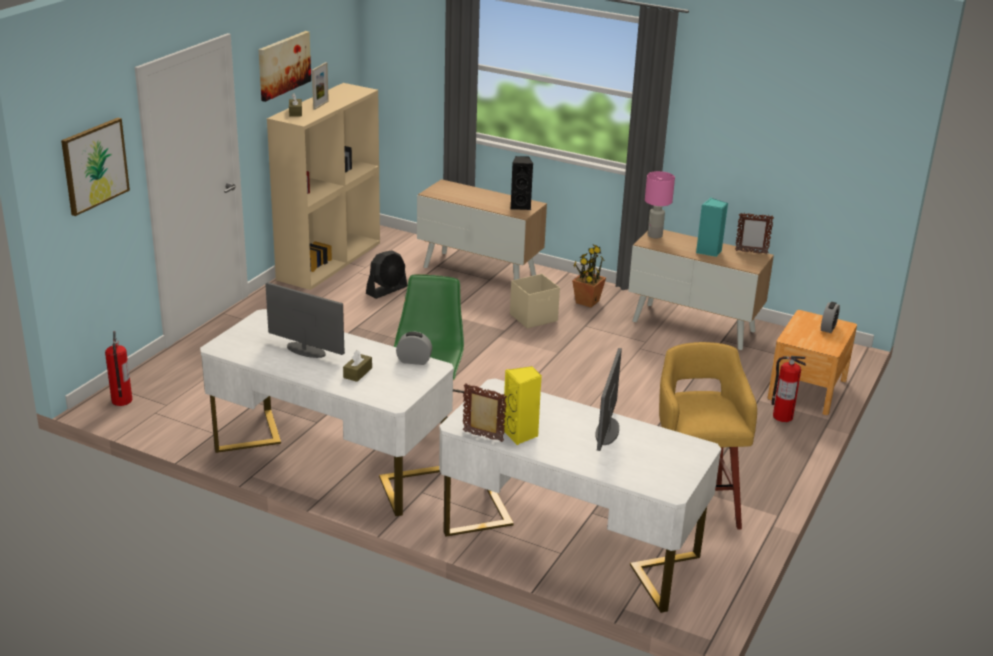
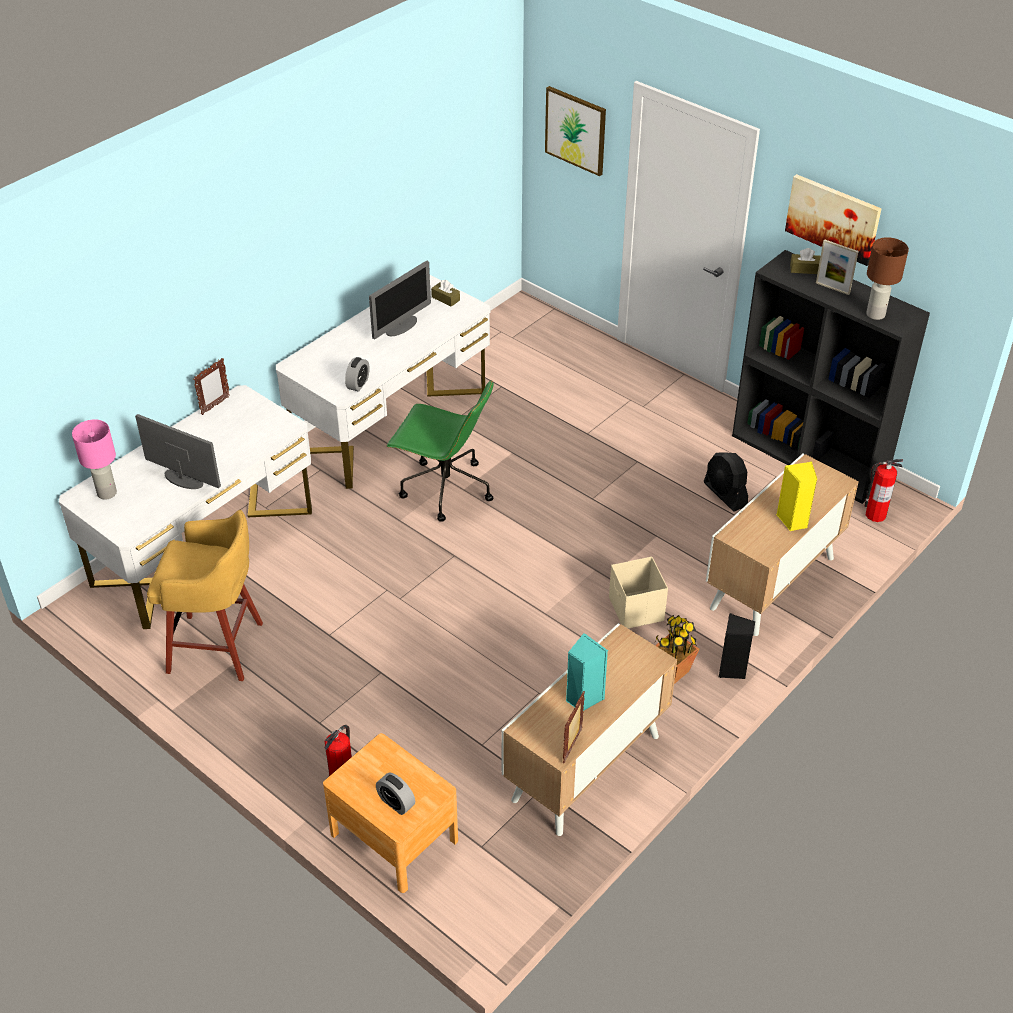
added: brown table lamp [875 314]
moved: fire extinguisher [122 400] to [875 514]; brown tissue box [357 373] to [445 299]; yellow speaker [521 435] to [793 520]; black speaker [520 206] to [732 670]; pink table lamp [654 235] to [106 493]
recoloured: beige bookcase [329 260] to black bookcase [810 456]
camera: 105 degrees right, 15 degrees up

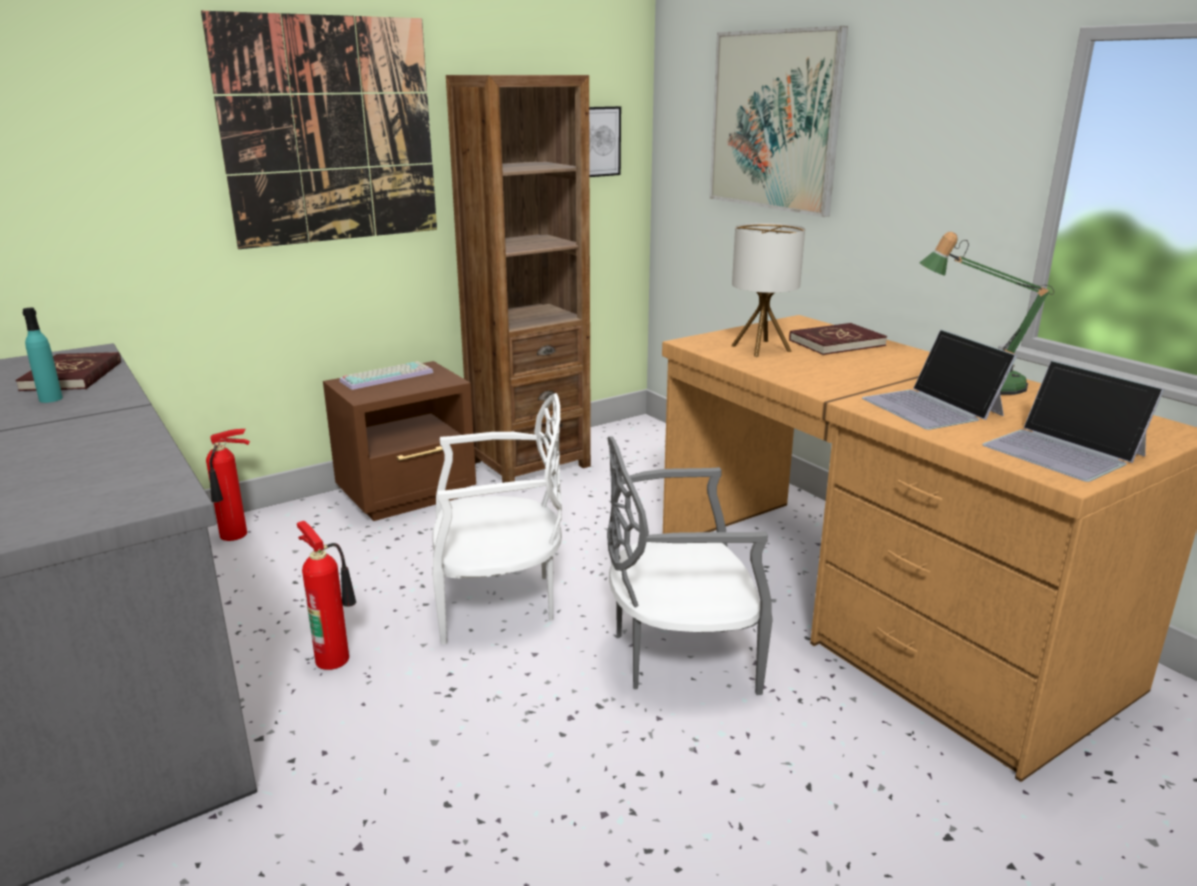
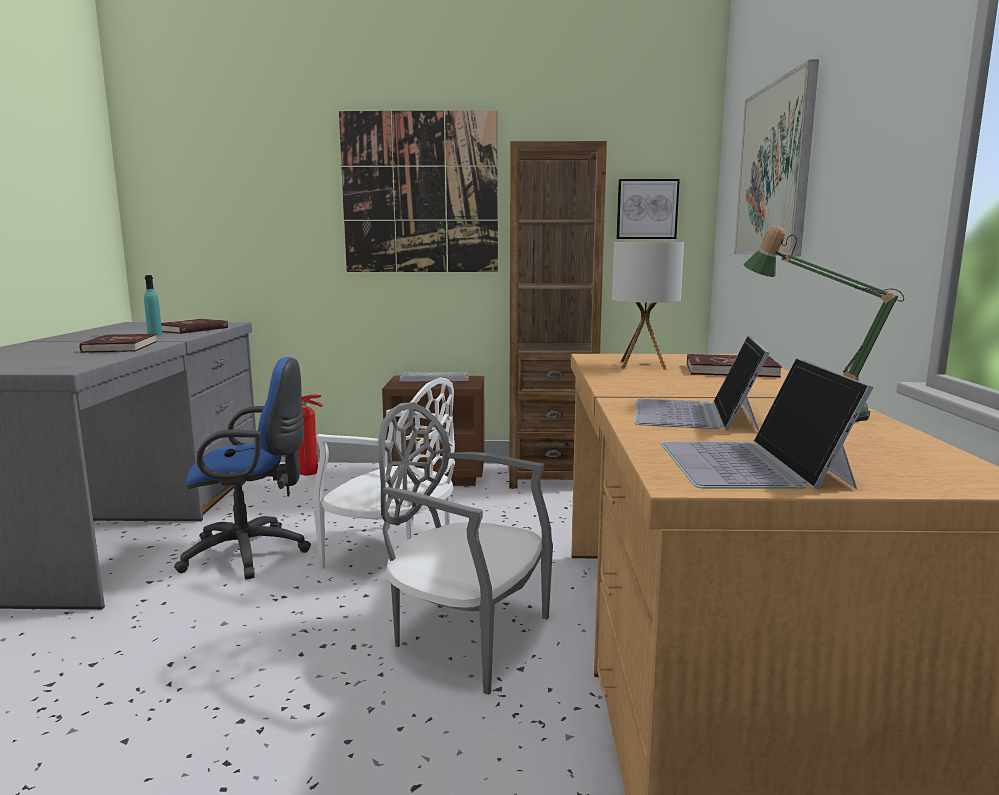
added: red book [120 347]
replaced: fire extinguisher [334 657] to blue office chair [252 553]
camera: 35 degrees right, 10 degrees down

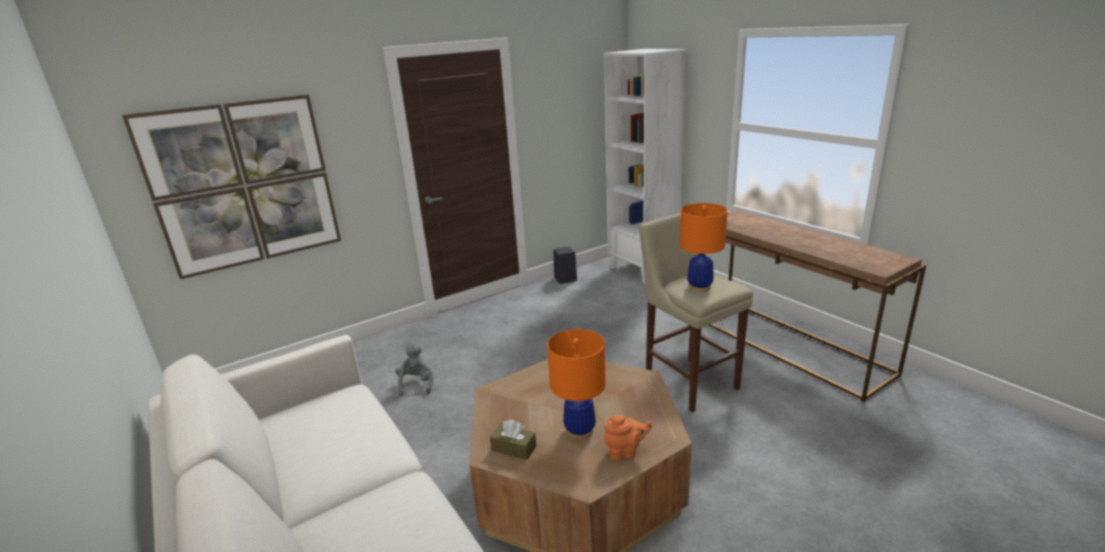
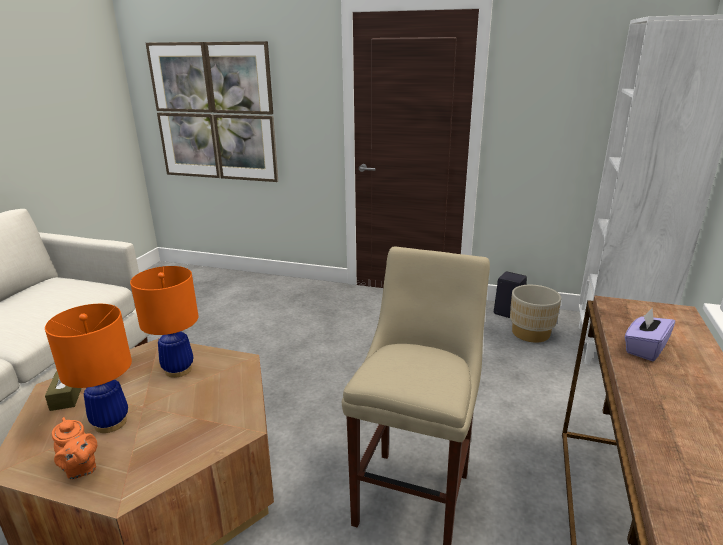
removed: grey plush toy [416 384]
added: beige planter [530 333]; purple tissue box [644 349]
moved: orange table lamp [699 287] to [178 369]
camera: 50 degrees right, 0 degrees up

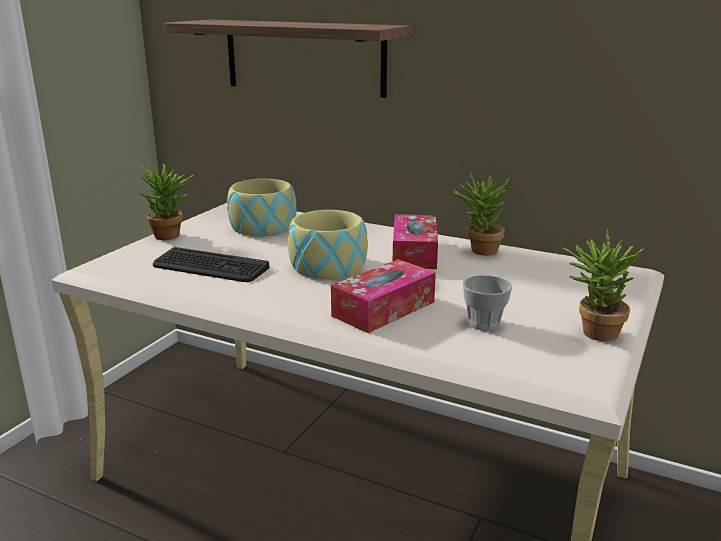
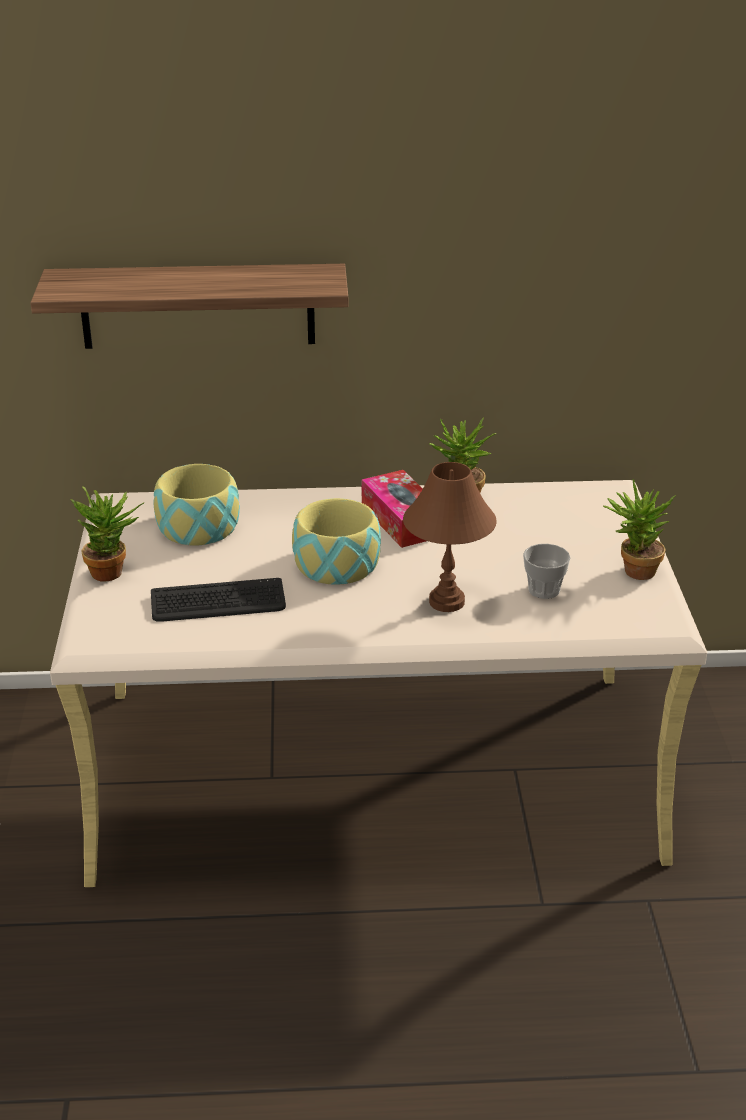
replaced: tissue box [383 309] to brown table lamp [446 601]
camera: 30 degrees left, 10 degrees up

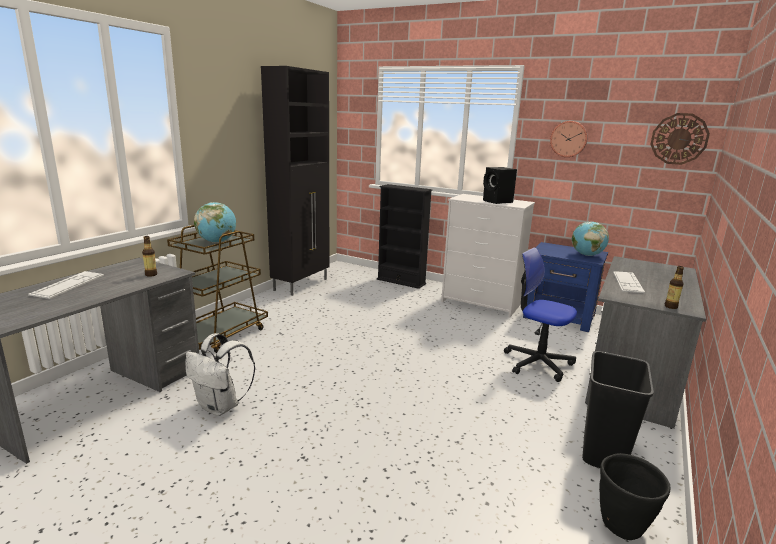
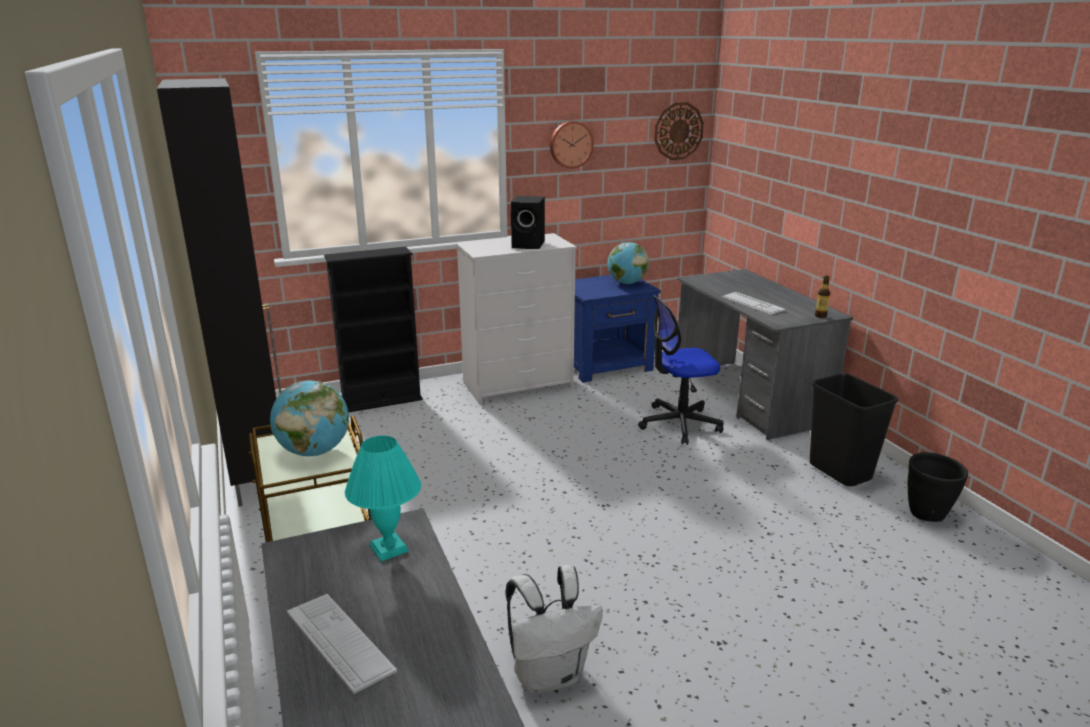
replaced: bottle [151 274] to turquoise table lamp [388 548]
camera: 50 degrees left, 5 degrees up

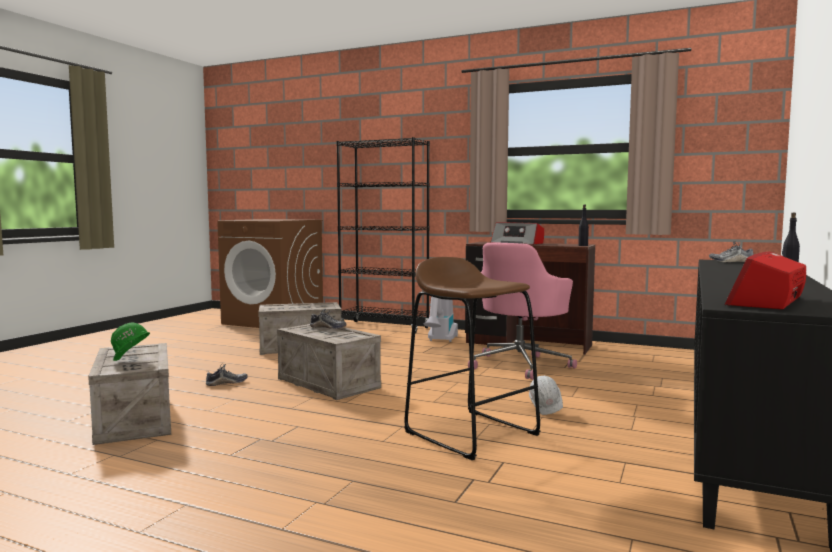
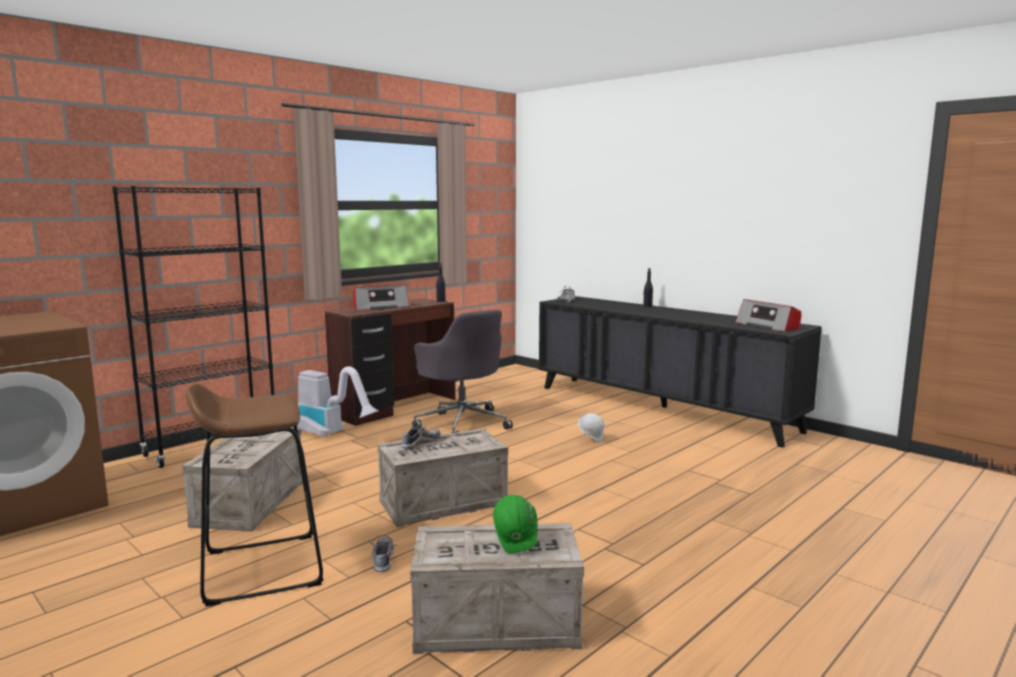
moved: brown stool [471 433] to [262 568]
recoloured: pink office chair [520 365] to grey office chair [462 423]
camera: 70 degrees left, 5 degrees up

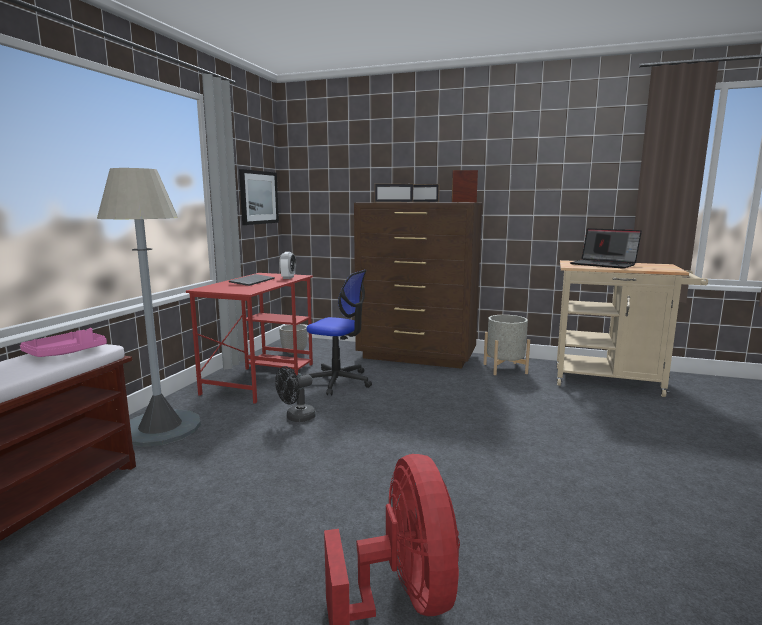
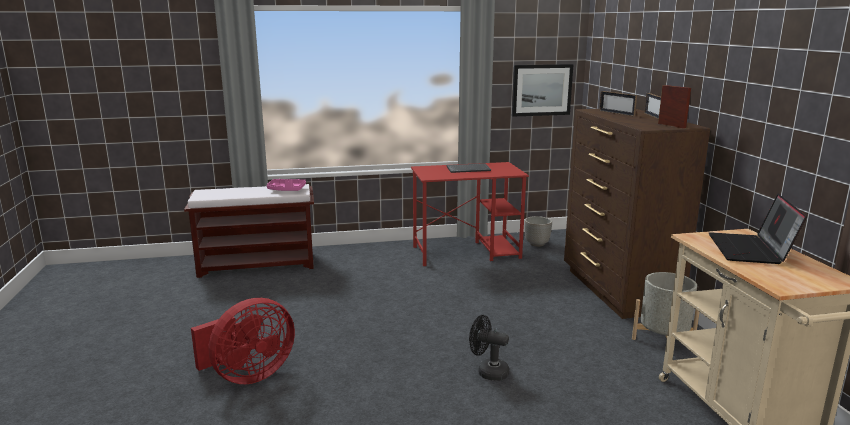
removed: grey floor lamp [160 428]; alarm clock [288 278]; office chair [338 382]
moved: black fan [296 418] to [488 372]
camera: 60 degrees right, 5 degrees up

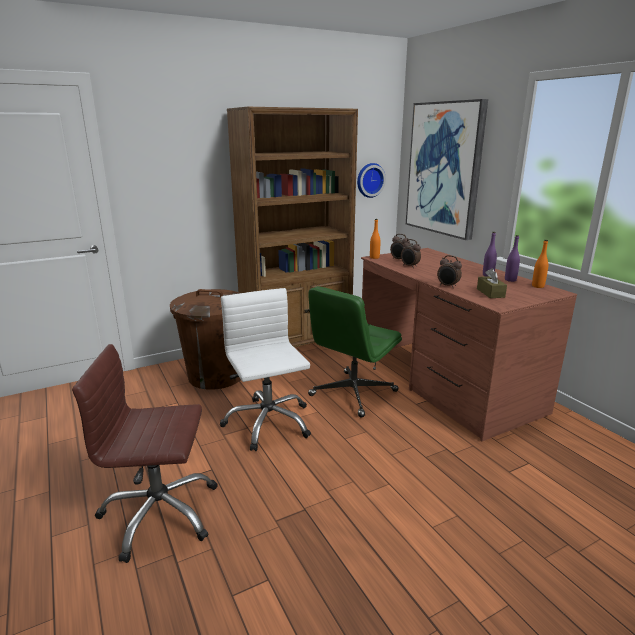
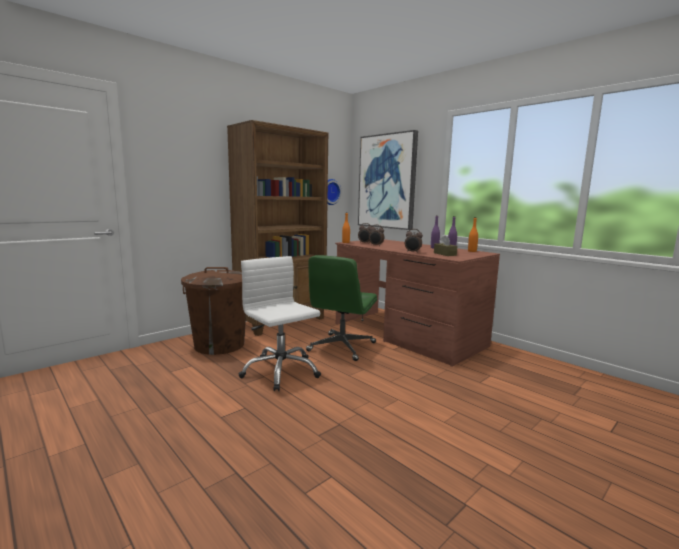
removed: brown office chair [159 514]
camera: 15 degrees left, 10 degrees down

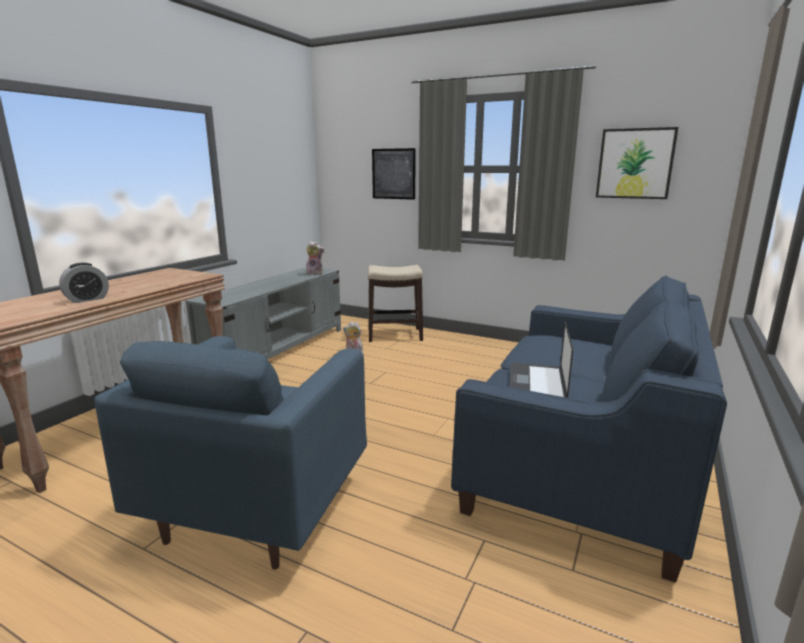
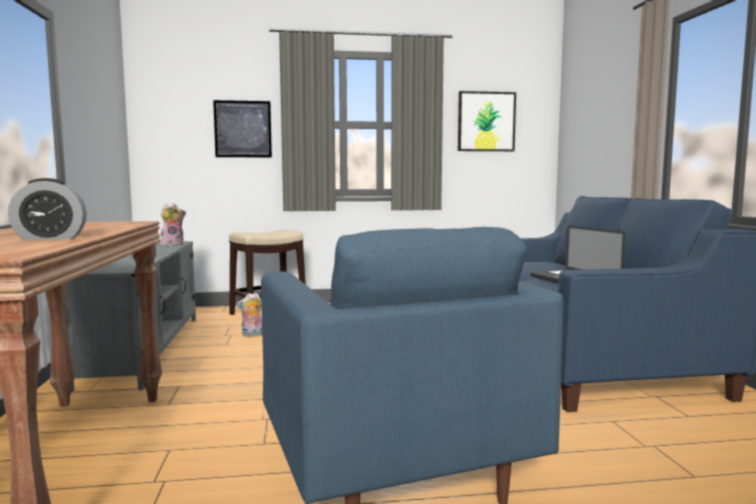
turned: alarm clock [87 299] = [50 238] 60 degrees clockwise
camera: 35 degrees left, 10 degrees down

